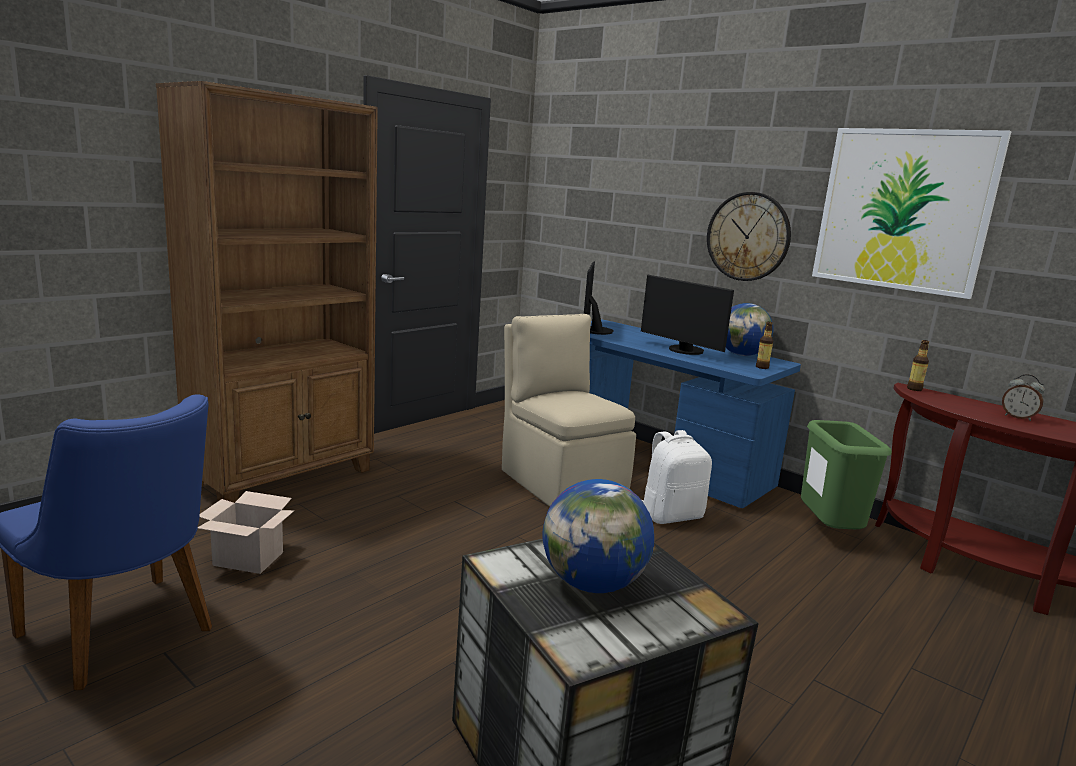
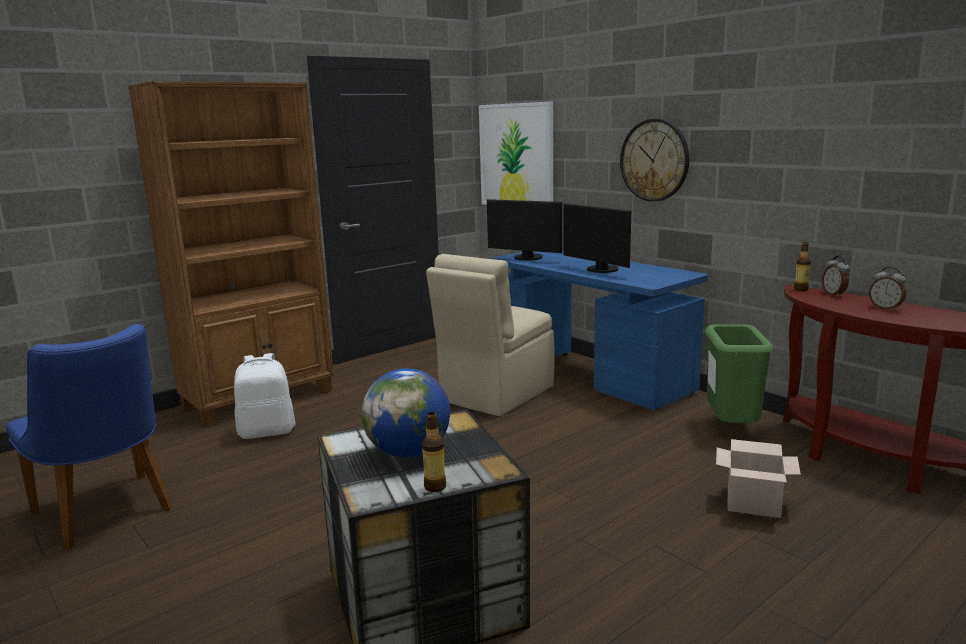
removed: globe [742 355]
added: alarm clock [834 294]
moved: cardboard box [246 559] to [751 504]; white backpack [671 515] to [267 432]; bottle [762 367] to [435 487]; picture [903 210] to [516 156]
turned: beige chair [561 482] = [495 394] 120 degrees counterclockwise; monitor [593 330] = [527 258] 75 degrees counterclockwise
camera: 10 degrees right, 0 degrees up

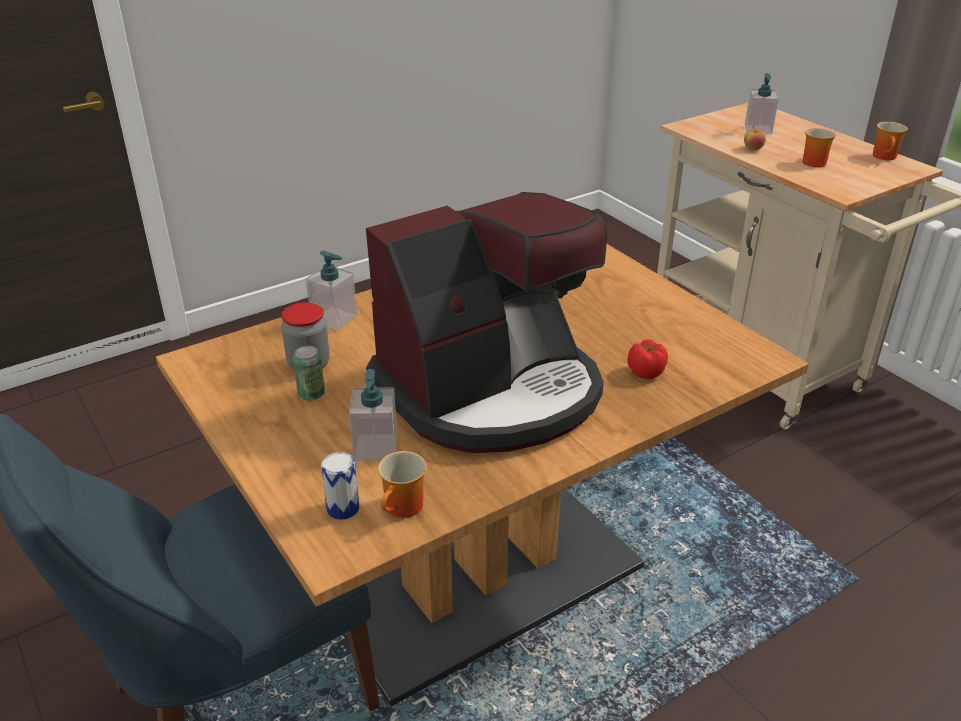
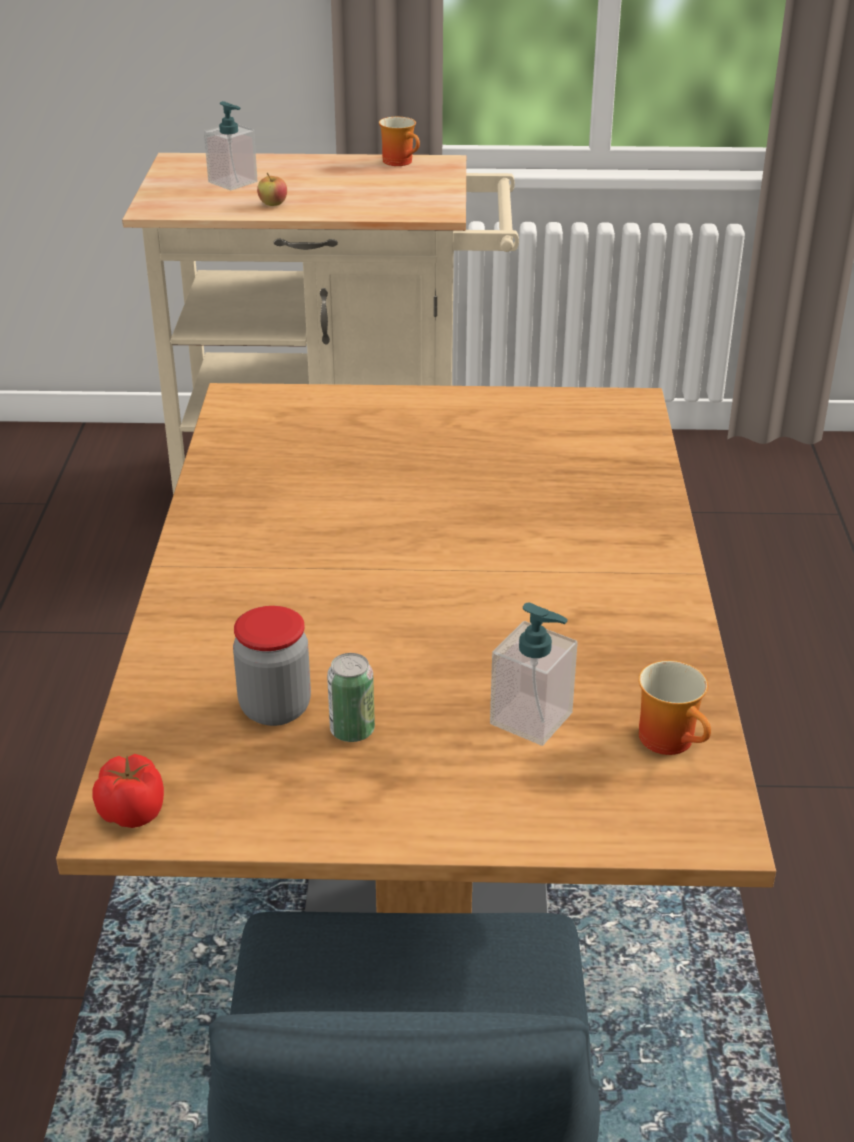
removed: soap dispenser [334 319]; can [343 508]; coffee machine [491 392]; mug [813 161]
moved: tomato [646 372] to [133 811]
camera: 55 degrees left, 0 degrees up

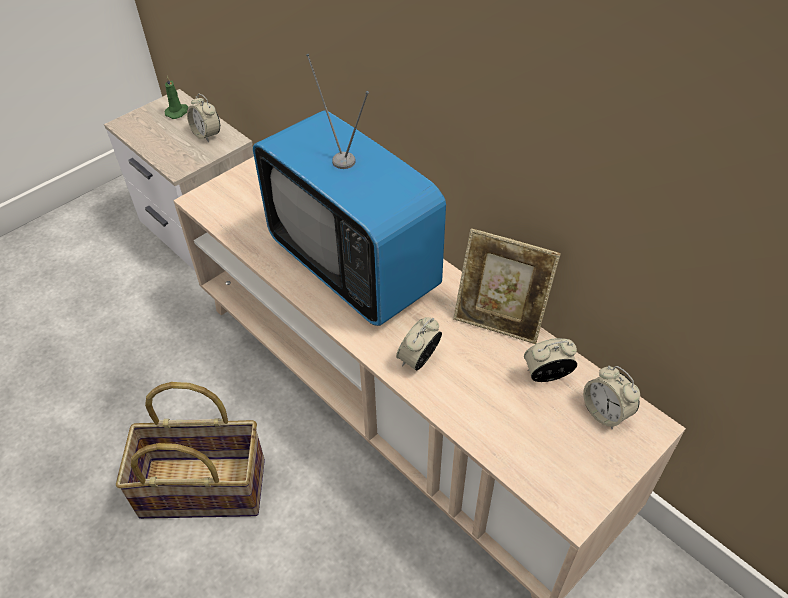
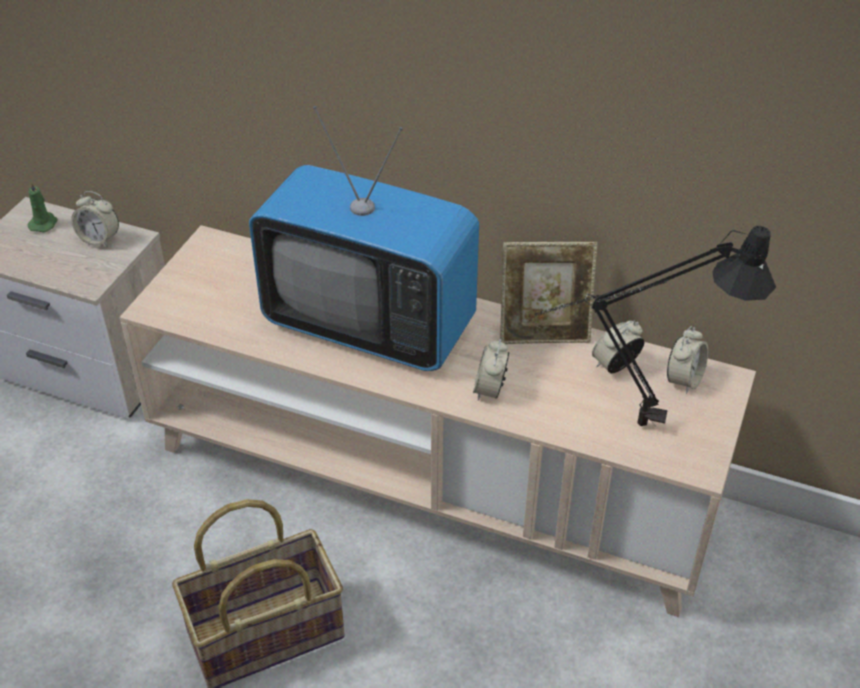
added: black table lamp [627 423]
turned: alarm clock [605 412] = [683 380] 90 degrees counterclockwise
camera: 25 degrees left, 5 degrees down

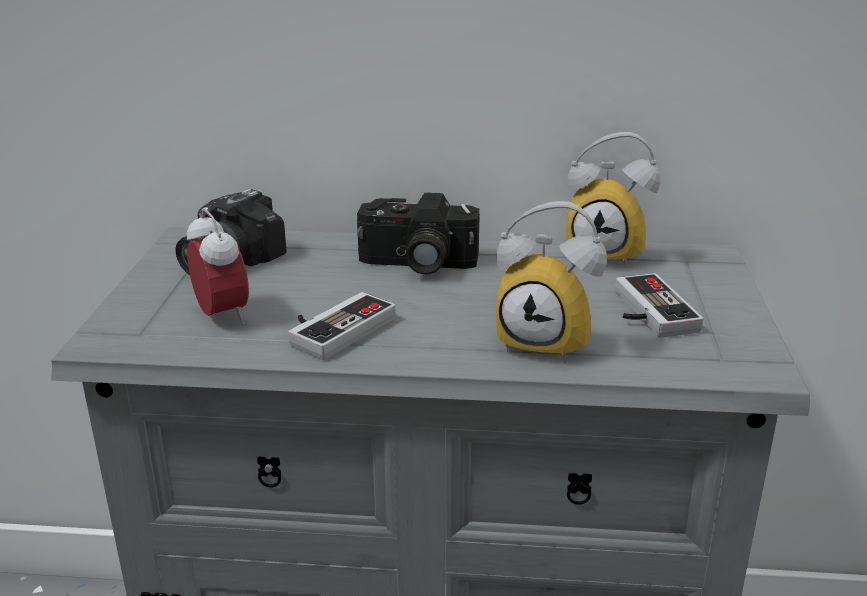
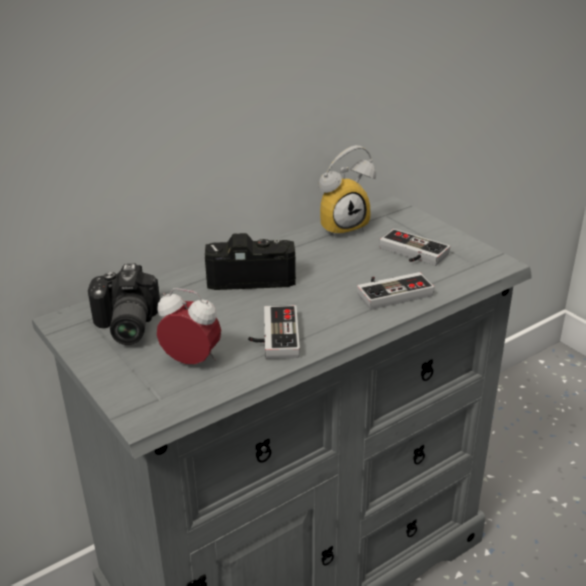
replaced: alarm clock [548 341] to game controller [391 291]
turned: photo camera [416 264] = [251 275] 150 degrees counterclockwise
camera: 40 degrees left, 5 degrees up

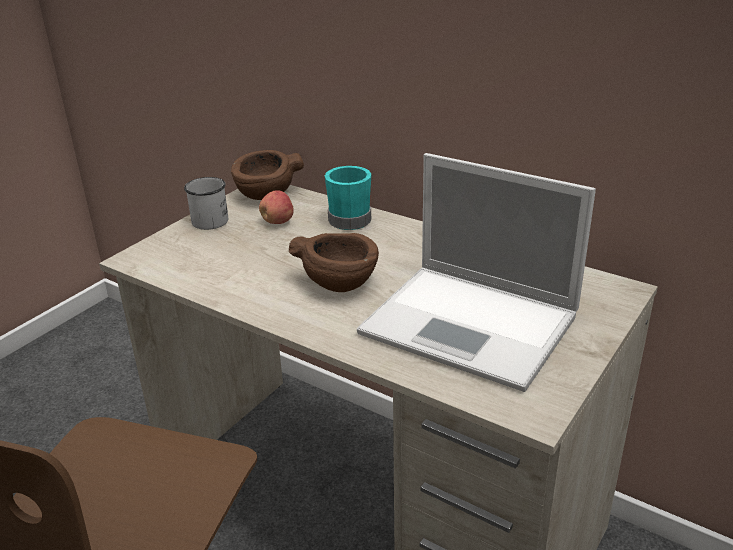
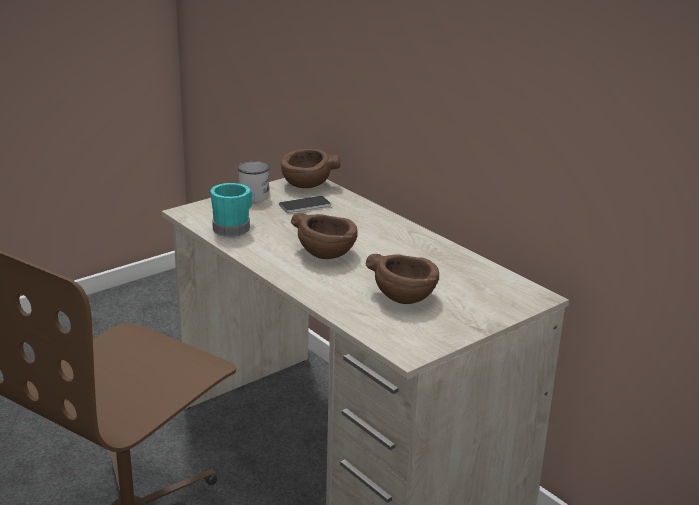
moved: turquoise mug [351 218] to [234 228]
replaced: apple [278 222] to phone [305 205]; laptop [473 325] to brown bowl [405 297]
camera: 15 degrees right, 5 degrees down

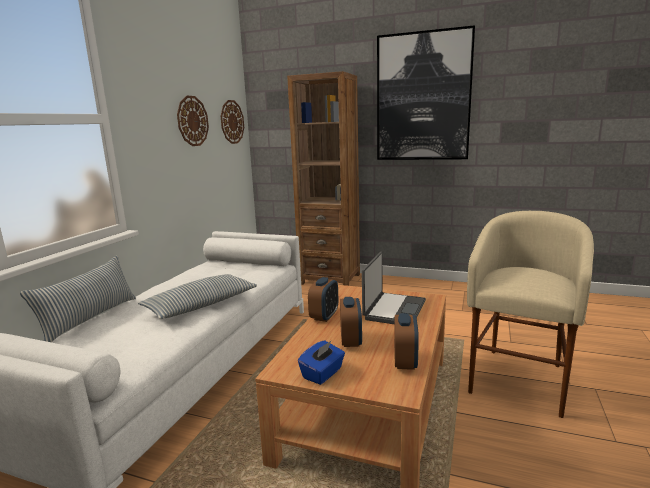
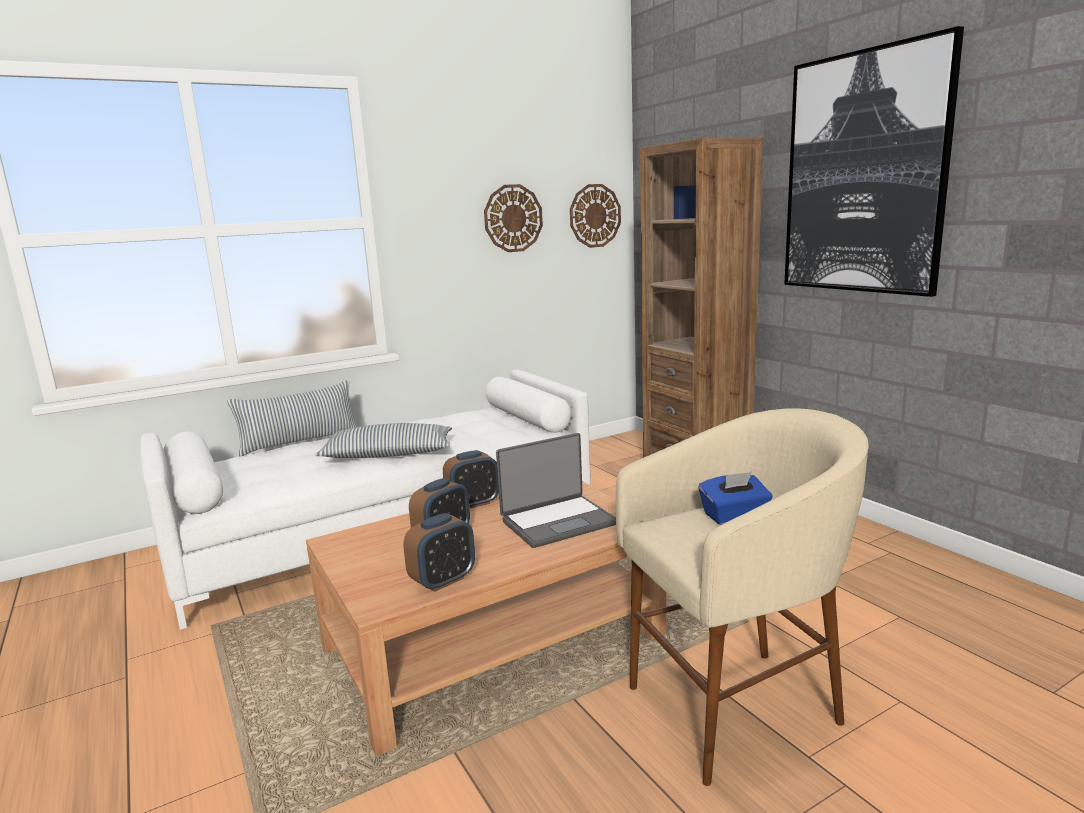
moved: blue tissue box [323 374] to [734 516]
camera: 40 degrees right, 0 degrees up

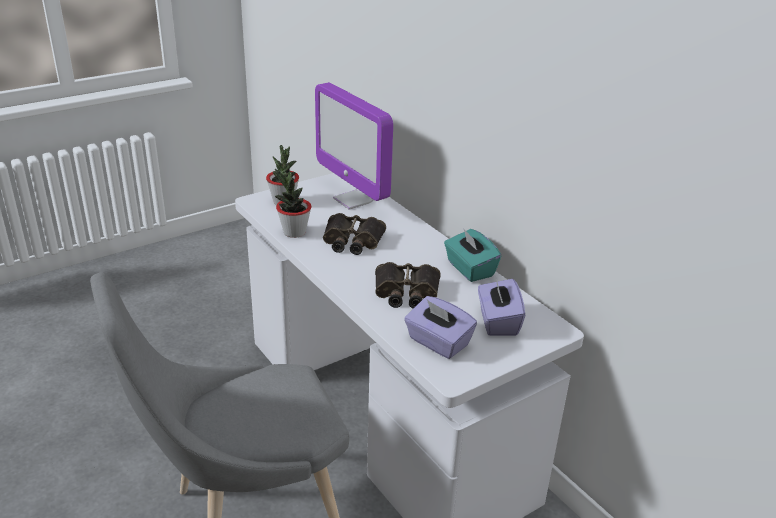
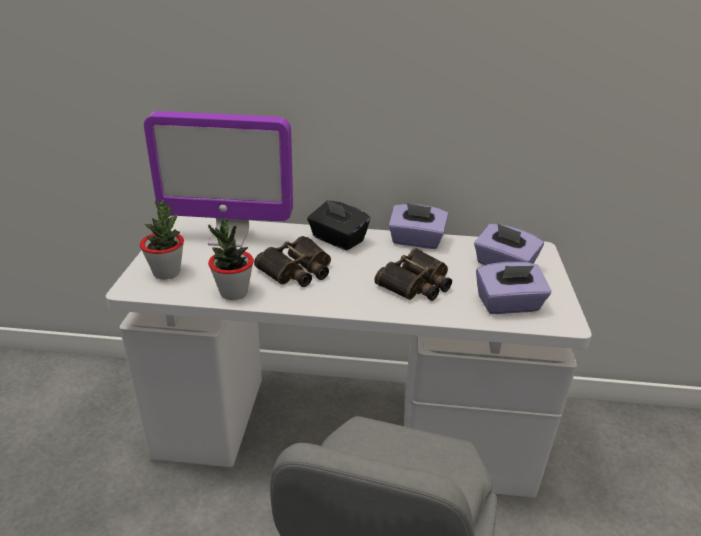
added: black tissue box [337 240]
recoloured: turquoise tissue box [469 269] to purple tissue box [416 241]
camera: 50 degrees left, 0 degrees up

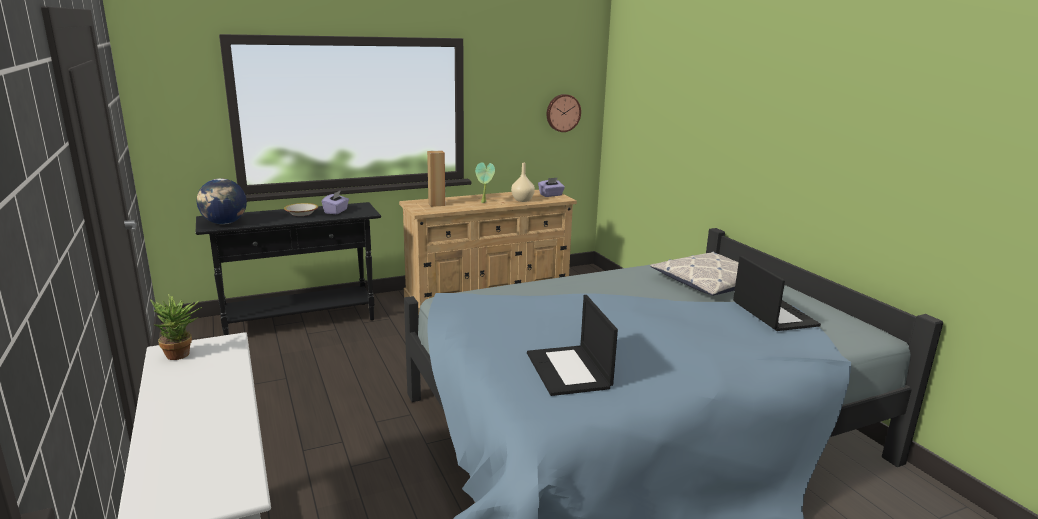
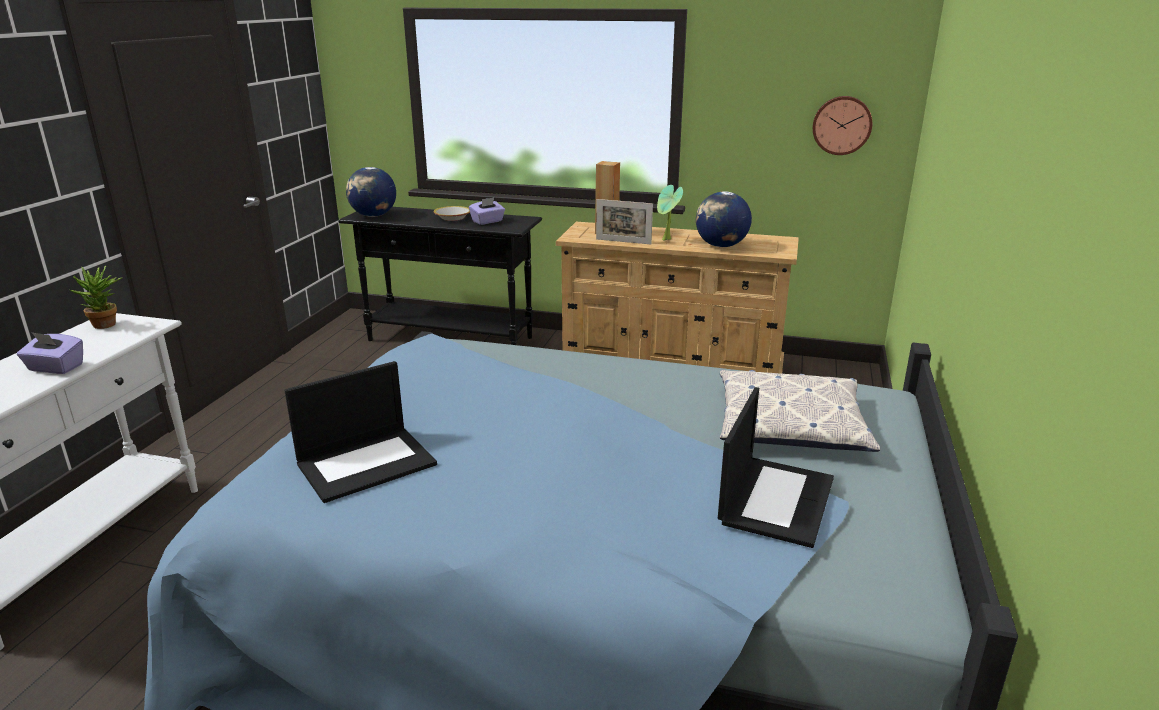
added: picture frame [623 241]
moved: purple tissue box [551 195] to [55 368]
replaced: beige vase [523 200] to globe [721 246]
turned: laptop [569 371] = [367 463] 150 degrees counterclockwise
camera: 40 degrees right, 5 degrees up

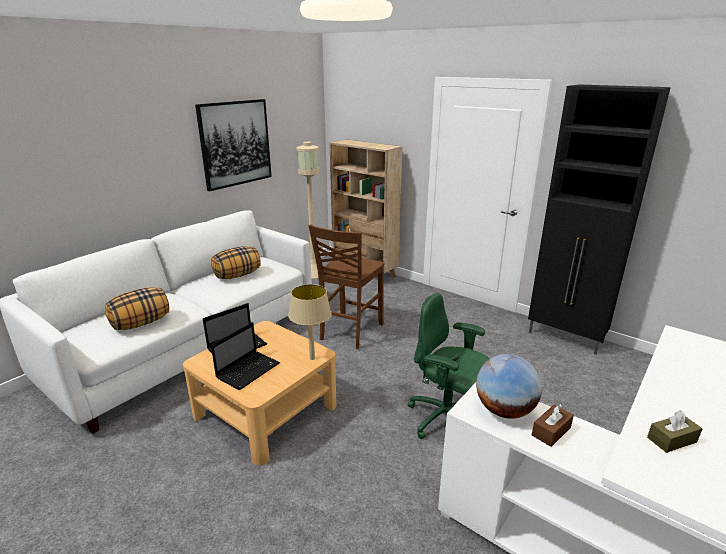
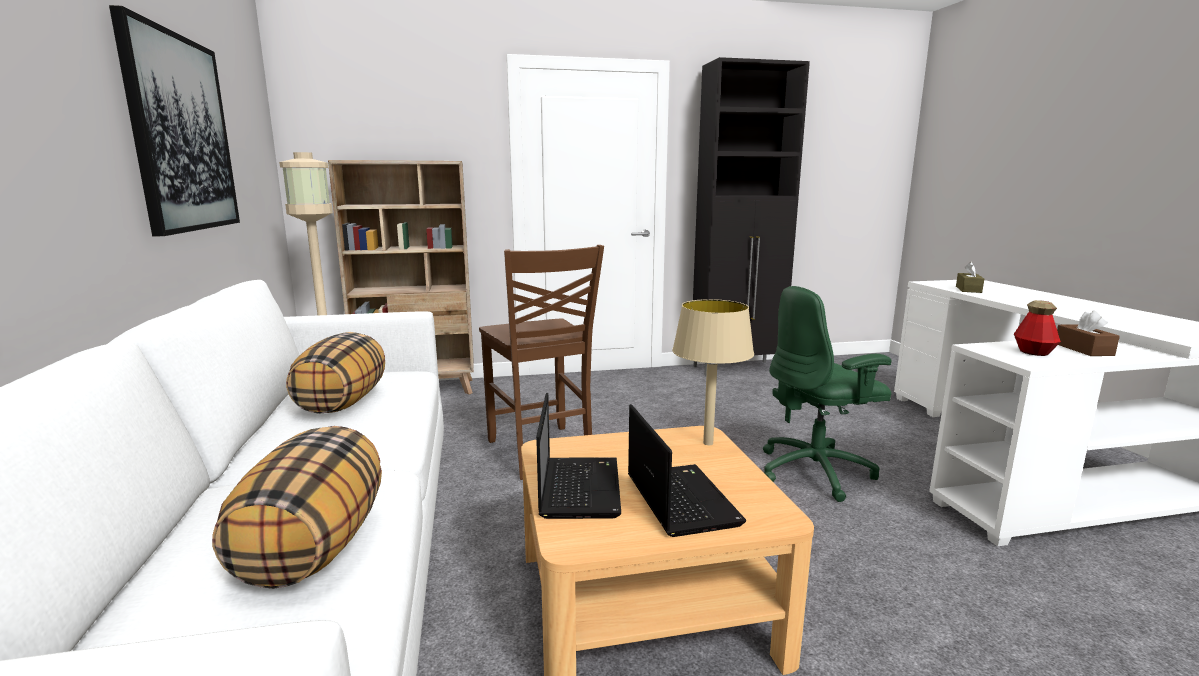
moved: brown tissue box [671 440] to [968 289]
replaced: globe [504 410] to bottle [1033 352]
camera: 50 degrees left, 10 degrees down

